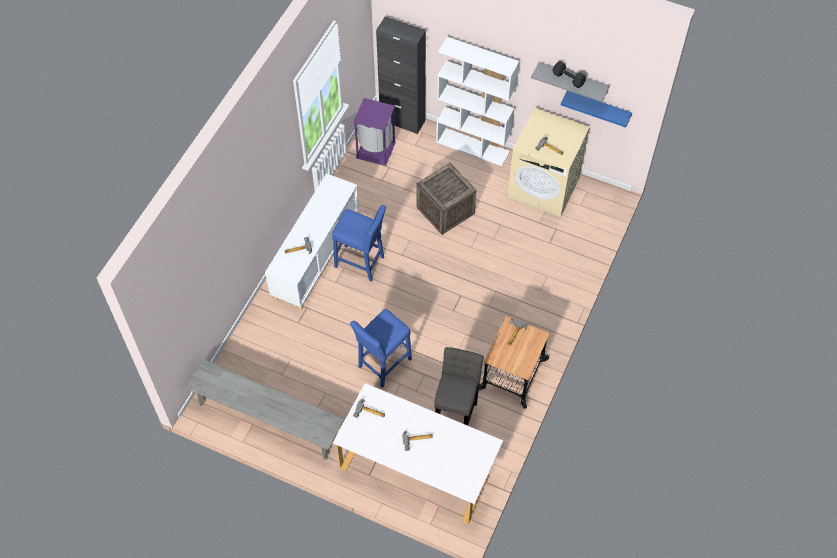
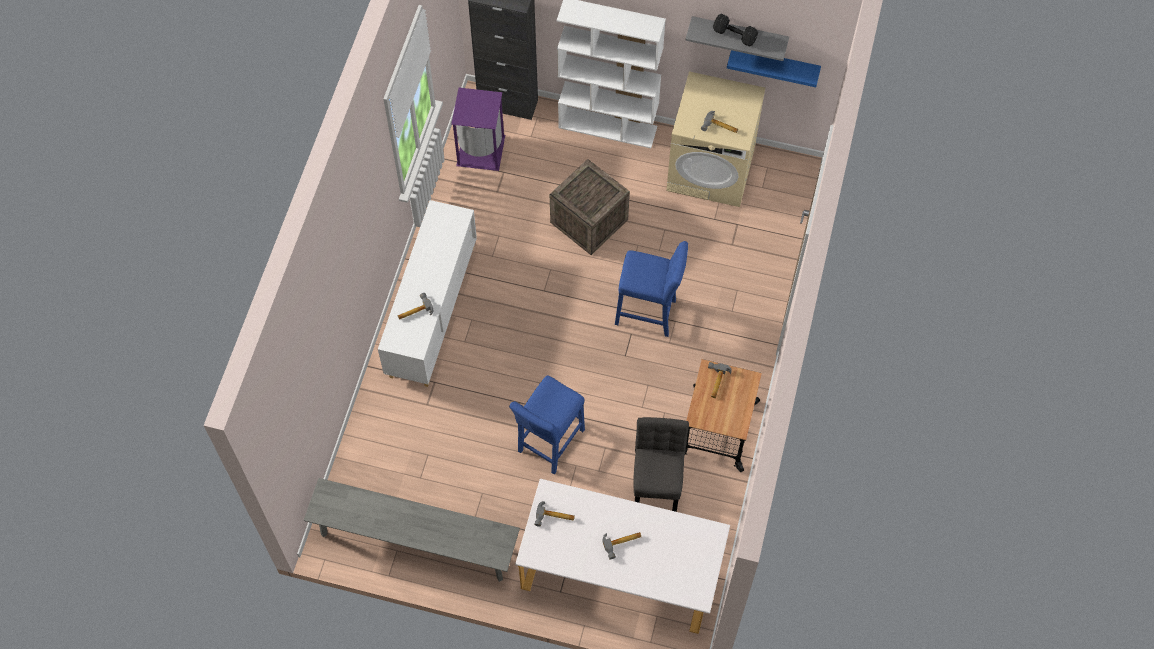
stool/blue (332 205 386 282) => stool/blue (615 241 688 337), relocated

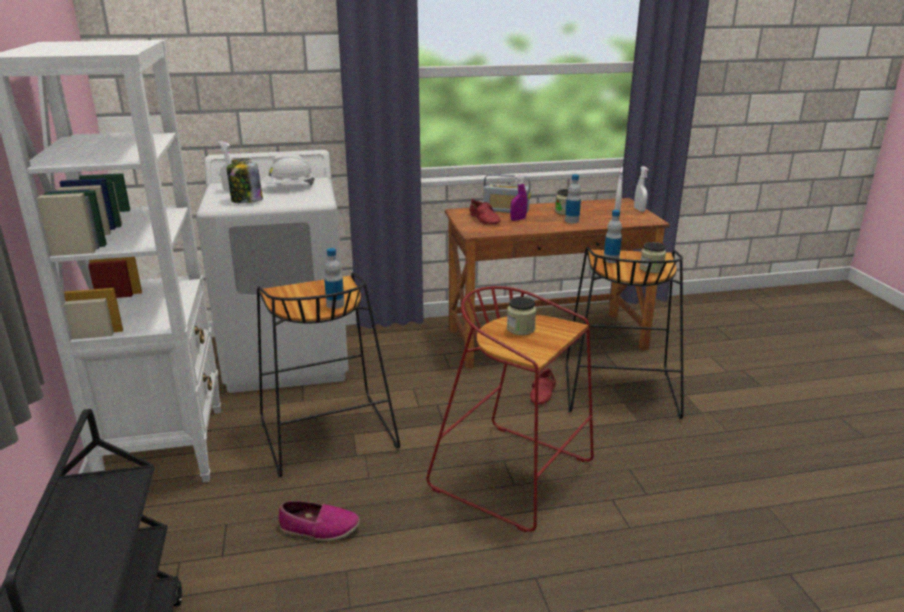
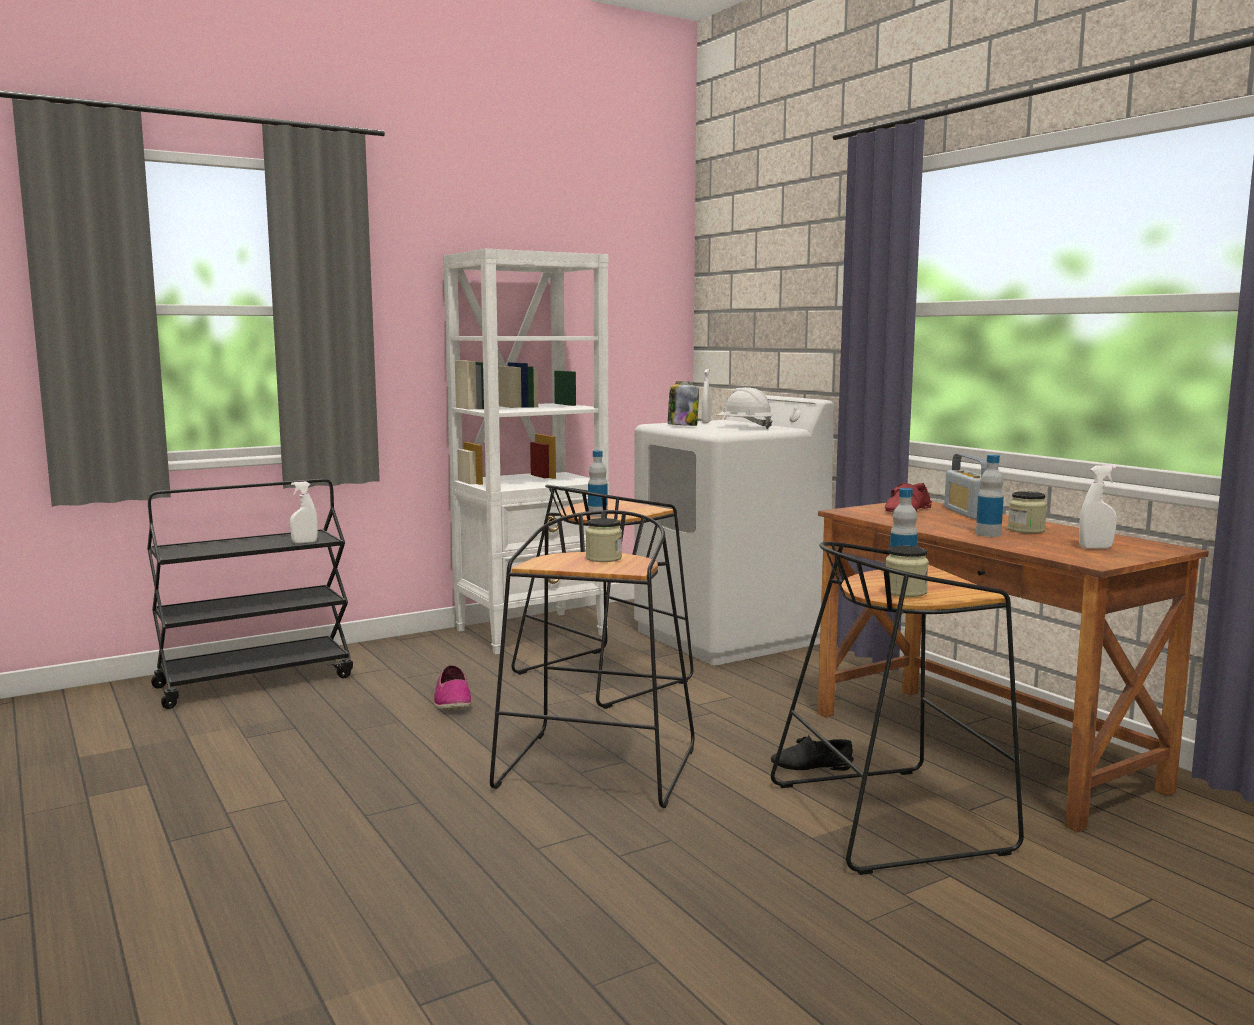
stool/red (426 286 594 533) => stool/black (490 510 694 808)
spray bottle/purple (510 175 527 221) => nothing
shoe/red (530 368 556 405) => shoe/black (771 735 854 771)
spray bottle/white (634 166 649 212) => spray bottle/white (290 481 318 543), relocated

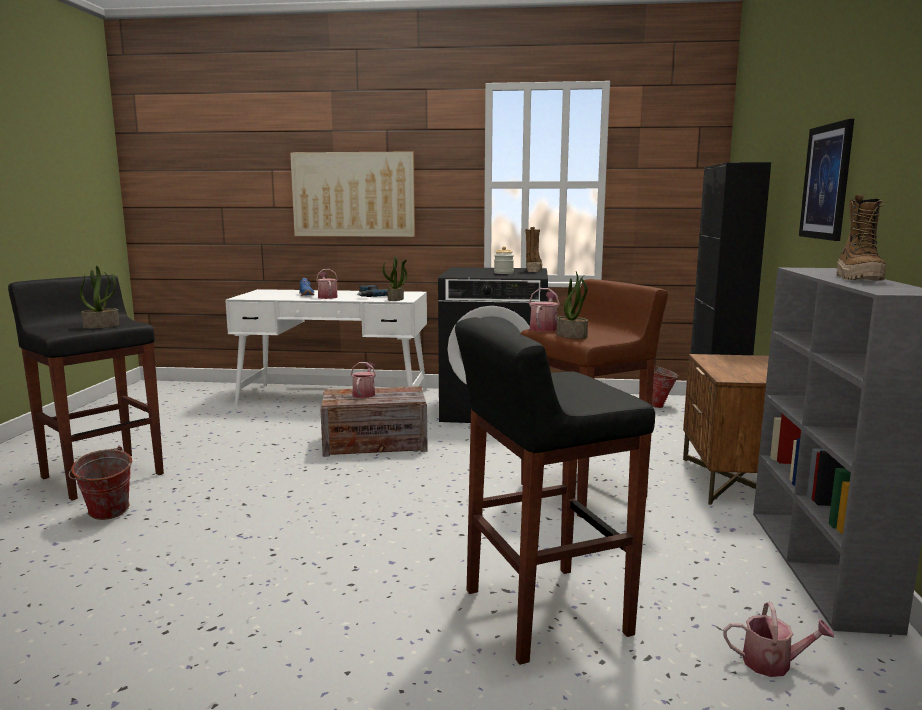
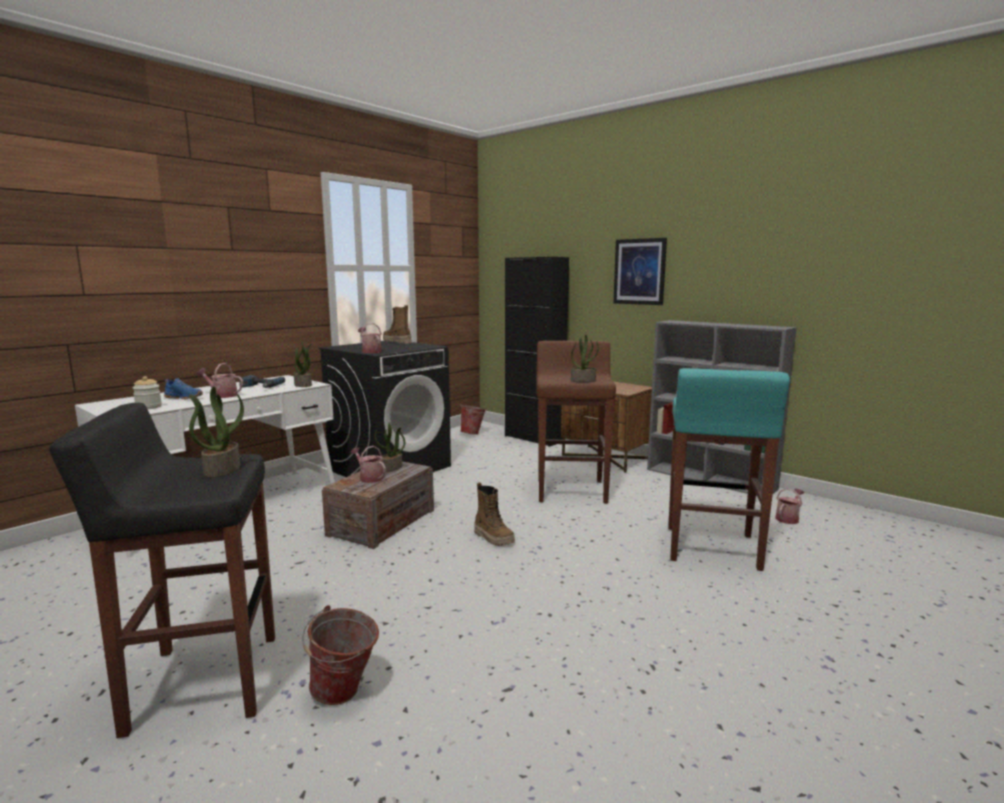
picture (290 151 415 237) => nothing
stool/black (455 317 655 665) => stool/turquoise (668 368 790 571)
jar (494 246 514 274) => jar (133 376 162 409), relocated
watering can (529 288 560 332) => watering can (358 323 382 353), relocated
boot (836 195 886 281) => boot (474 482 515 546), relocated
nothing => potted plant (375 422 405 472)

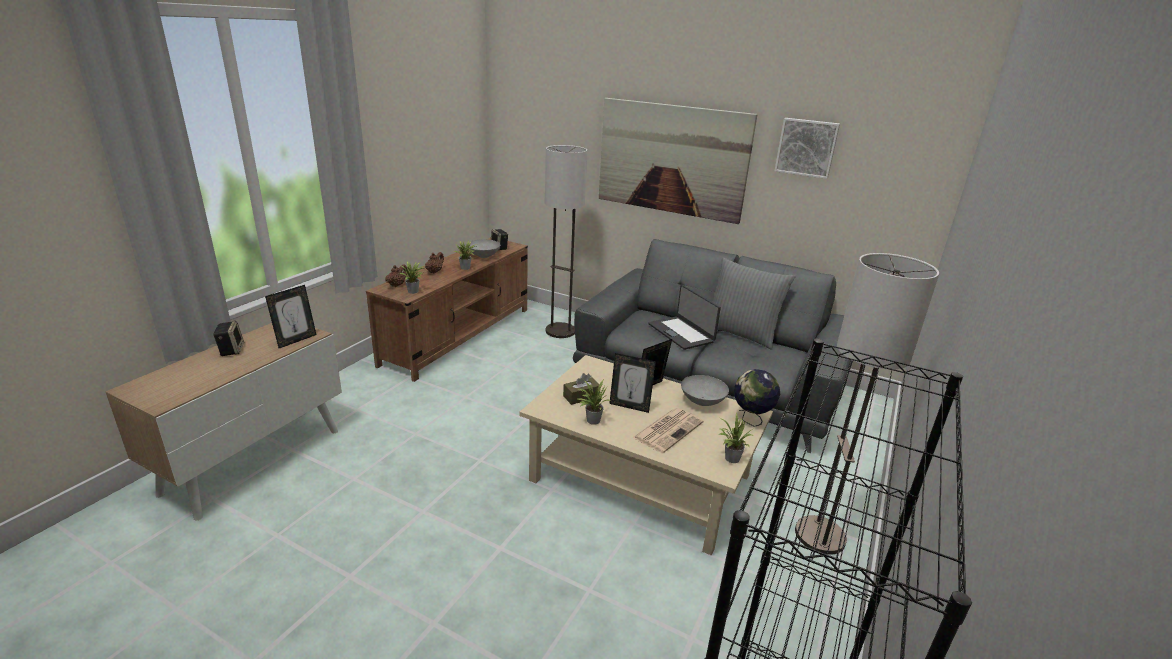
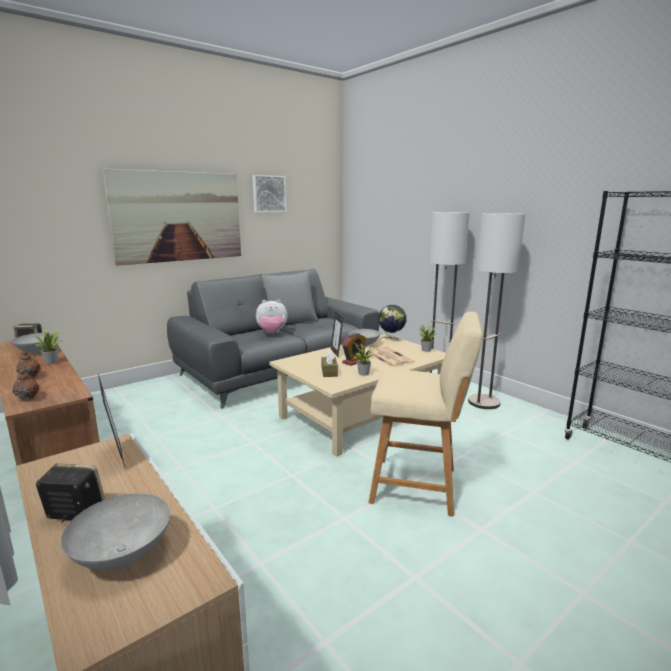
potted plant (399 261 426 294) => nothing
floor lamp (545 145 587 338) => floor lamp (468 213 525 409), relocated
picture frame (609 353 656 413) => alarm clock (342 333 366 366)
laptop (648 285 721 350) => plush toy (256 300 288 333)
nothing => bowl/grey (61 493 170 570)
nothing => stool/beige (368 312 483 516)

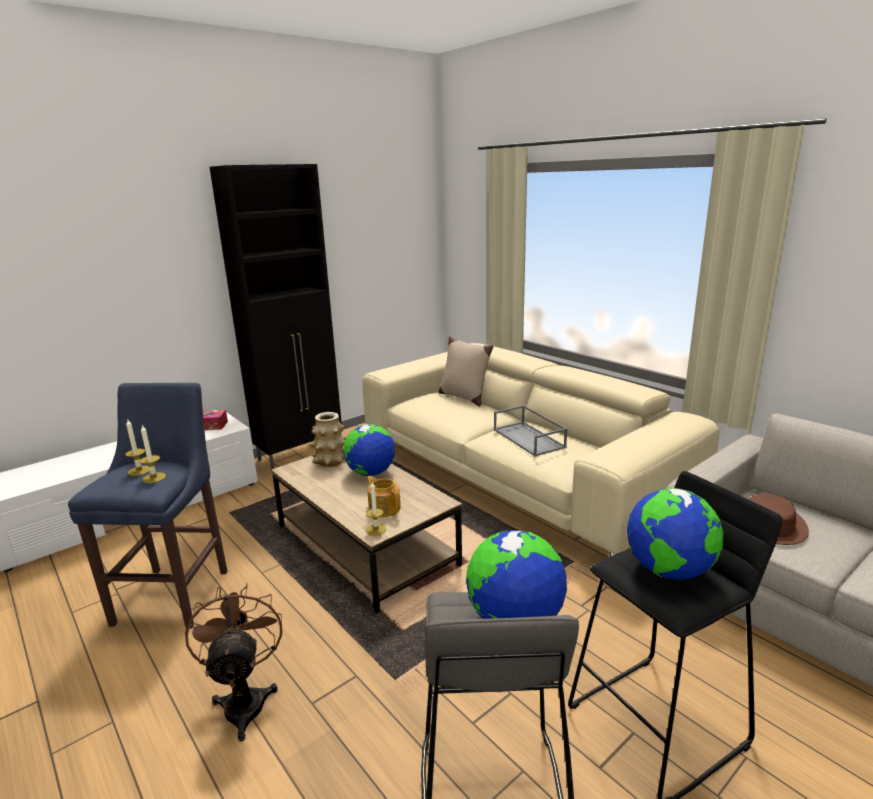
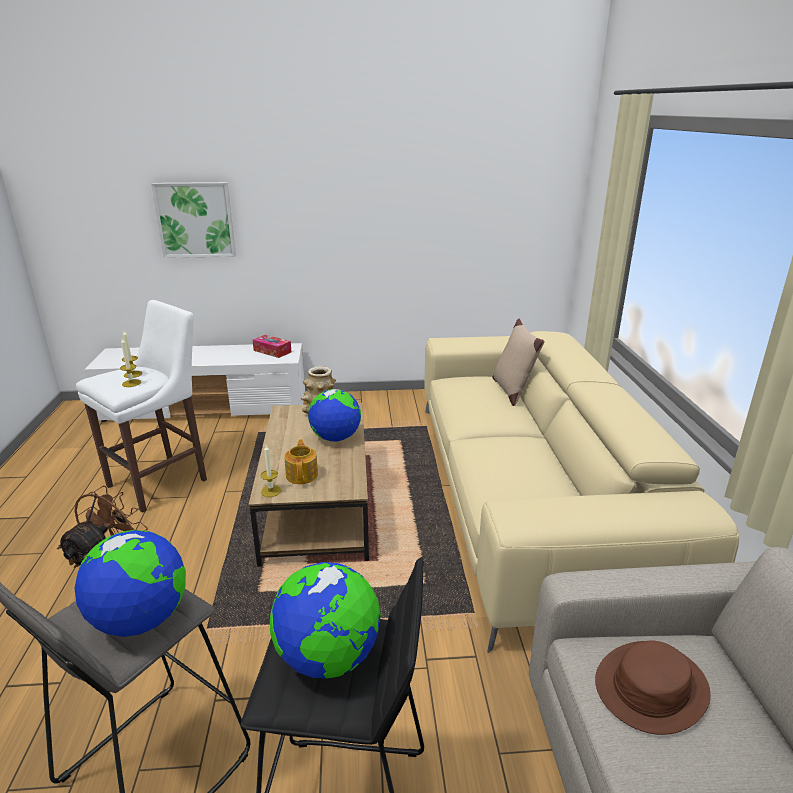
stool/blue (68 383 228 629) => stool/white (76 300 207 513)
cabinet/black (210 164 342 470) => nothing
tray/grey (494 405 568 457) => nothing
nothing => picture (151 182 236 258)

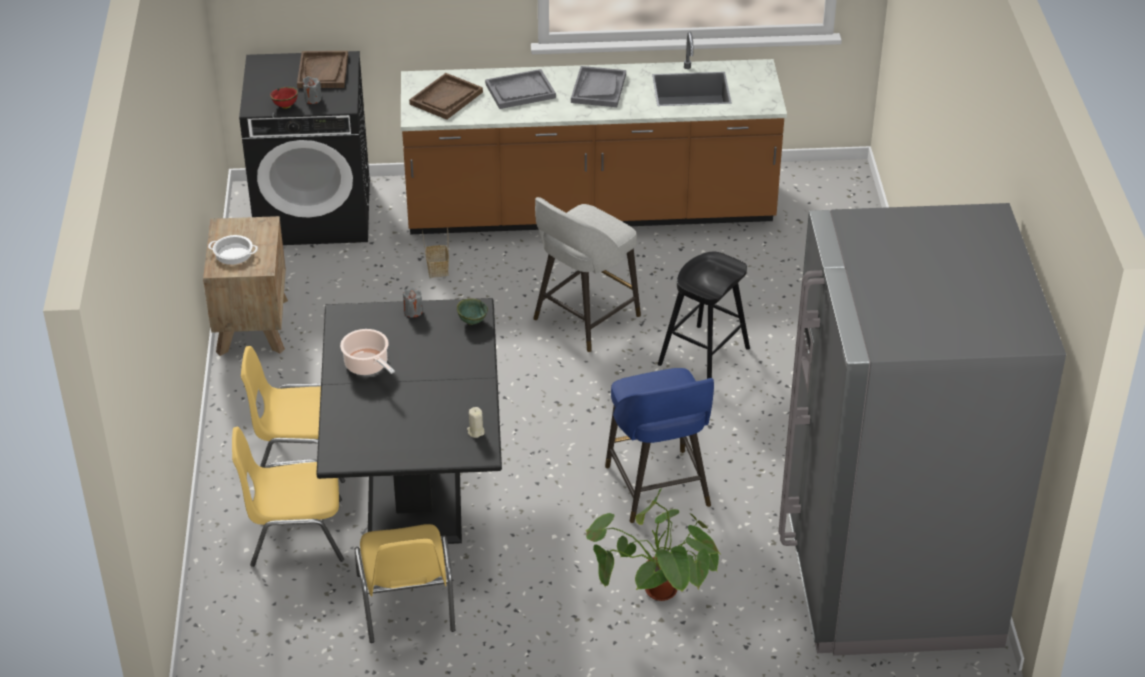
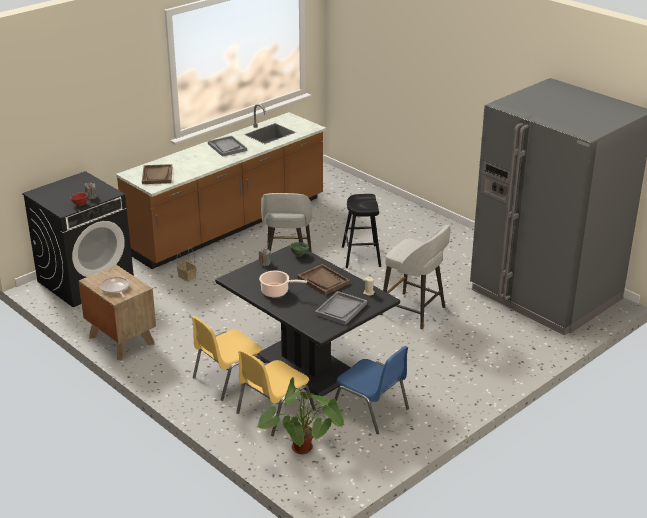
cooking pot (208 235 258 265) => frying pan (100 277 129 298)
tray/brown (297 51 348 88) => tray/brown (297 264 350 295), relocated
chair/yellow (355 524 455 643) => chair/blue (334 346 409 434)
tray/grey (485 69 556 109) => tray/grey (315 291 367 325), relocated
potted plant (586 488 720 601) => potted plant (257 377 344 454), relocated
stool/blue (605 368 714 523) => stool/grey (380 224 450 329)

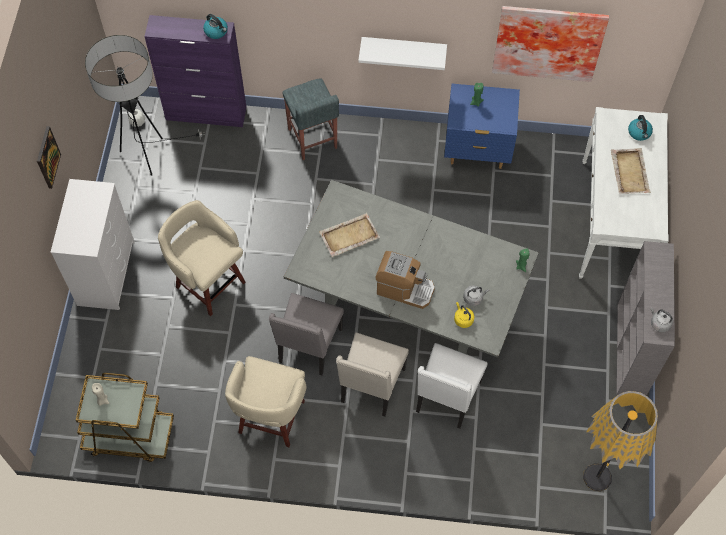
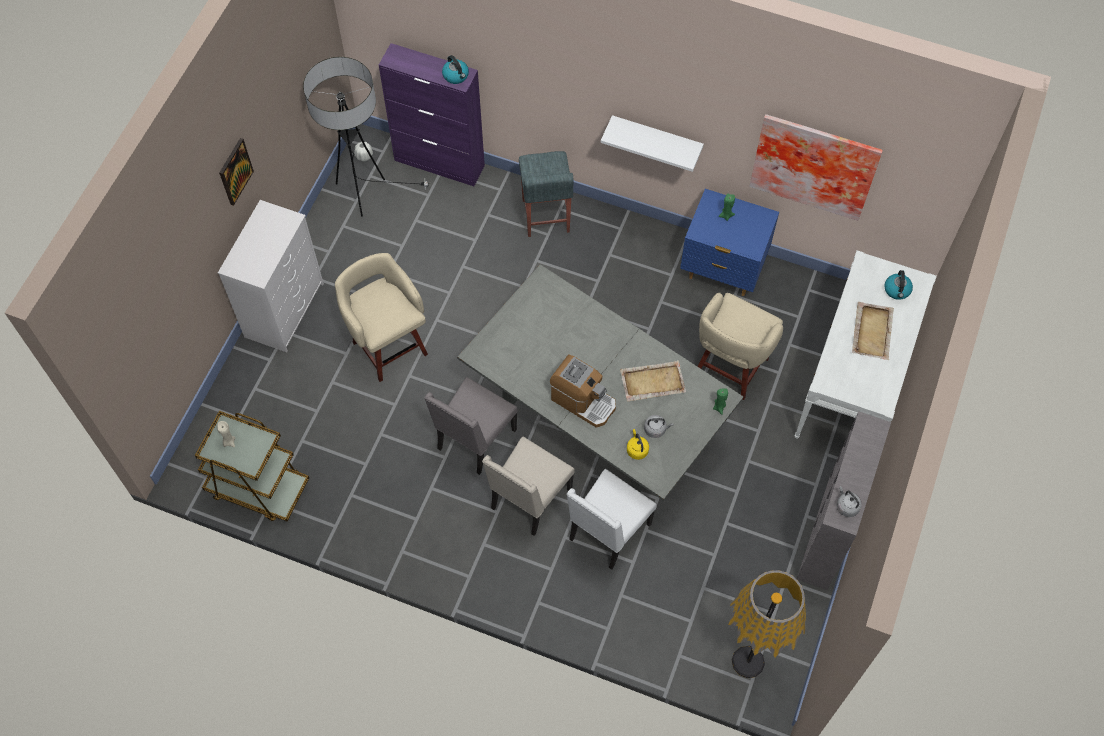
stool/beige (225 356 307 447) => stool/beige (698 292 783 400), relocated
tray/beige (319 213 380 257) => tray/beige (620 360 686 401), relocated

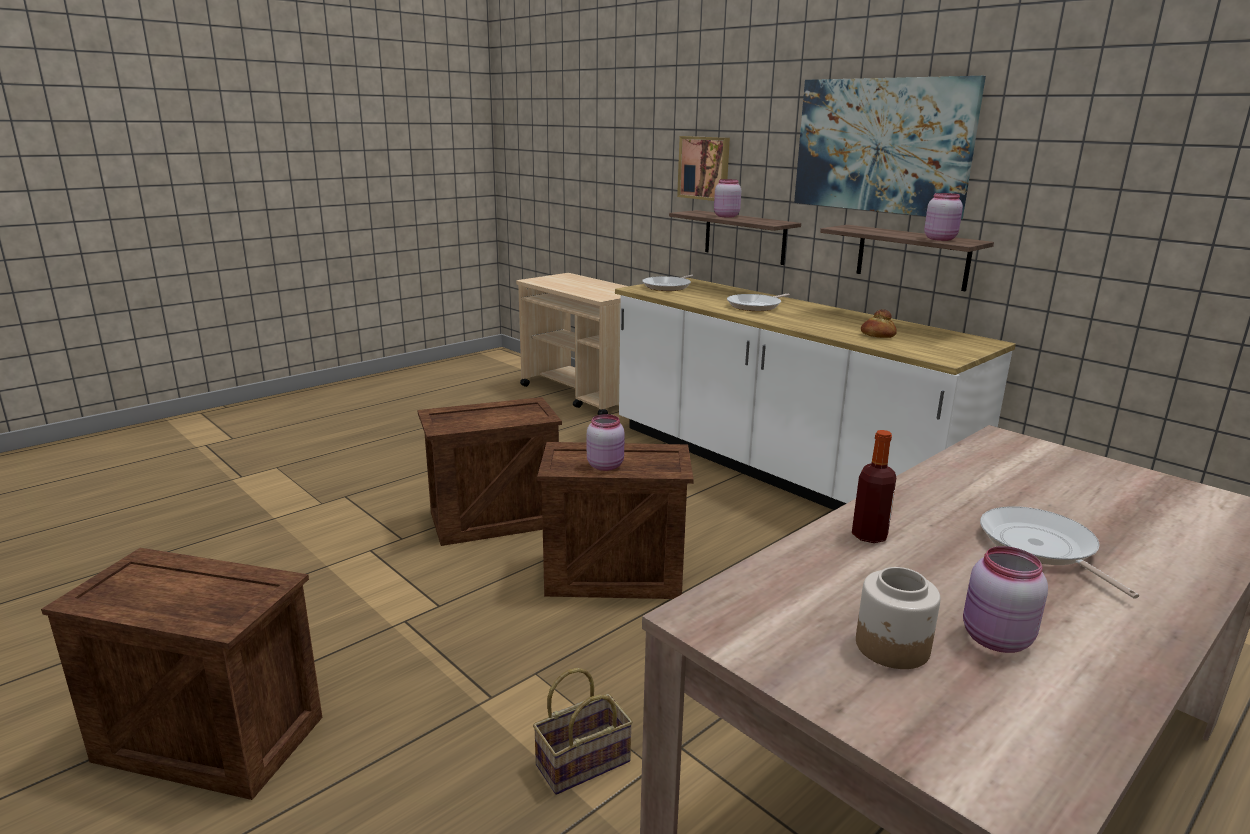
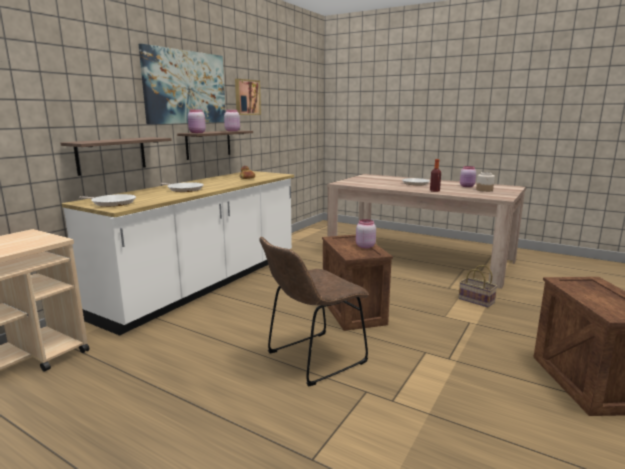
crate (417 397 562 546) => chair/brown (259 237 369 386)
picture (677 136 730 201) => picture (235 79 261 115), relocated
jar/pink (714 179 741 218) => jar/pink (188 110 206 133), relocated

